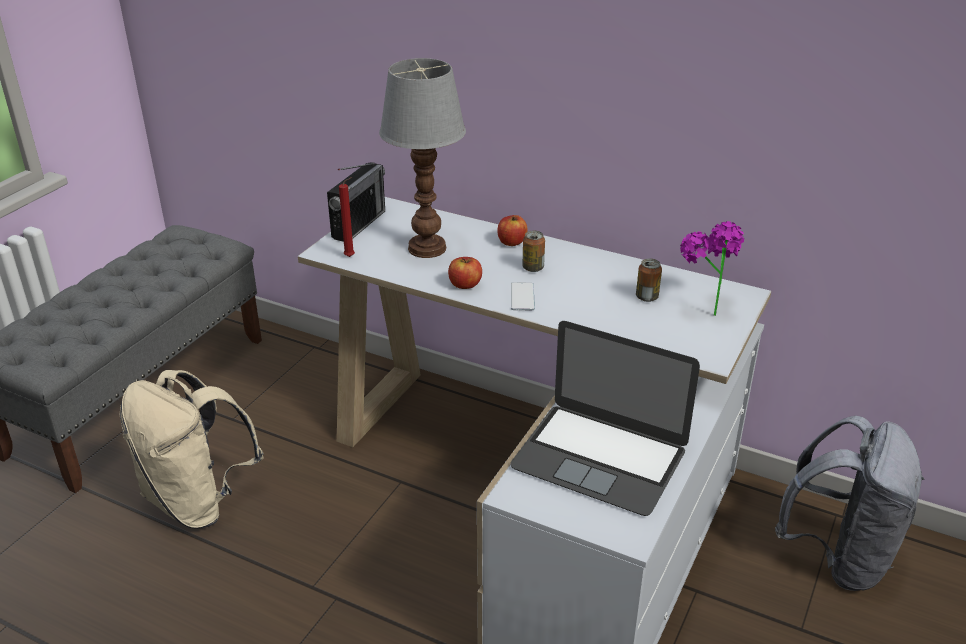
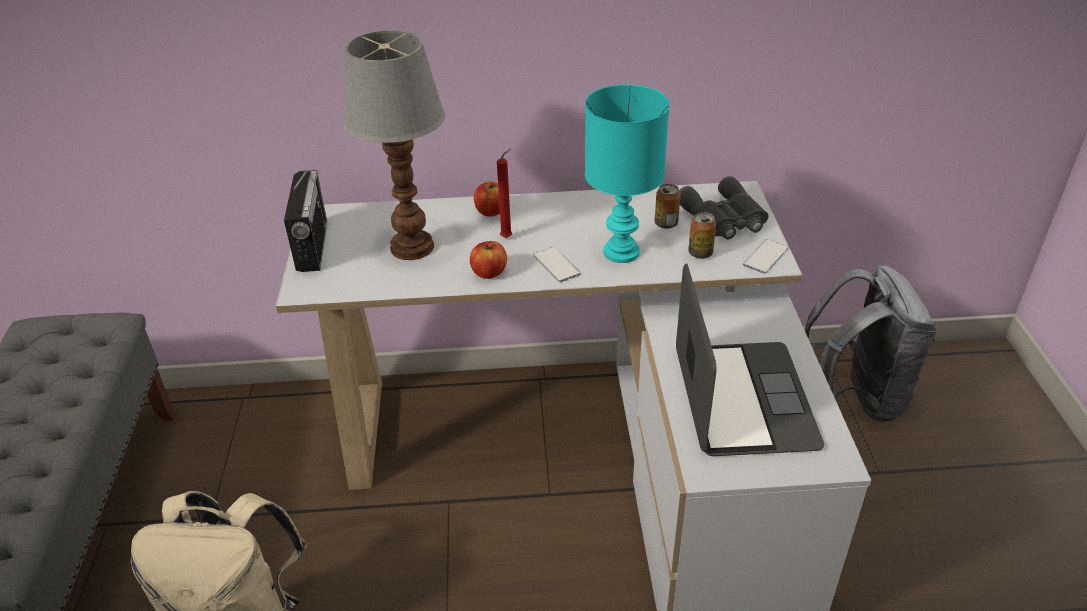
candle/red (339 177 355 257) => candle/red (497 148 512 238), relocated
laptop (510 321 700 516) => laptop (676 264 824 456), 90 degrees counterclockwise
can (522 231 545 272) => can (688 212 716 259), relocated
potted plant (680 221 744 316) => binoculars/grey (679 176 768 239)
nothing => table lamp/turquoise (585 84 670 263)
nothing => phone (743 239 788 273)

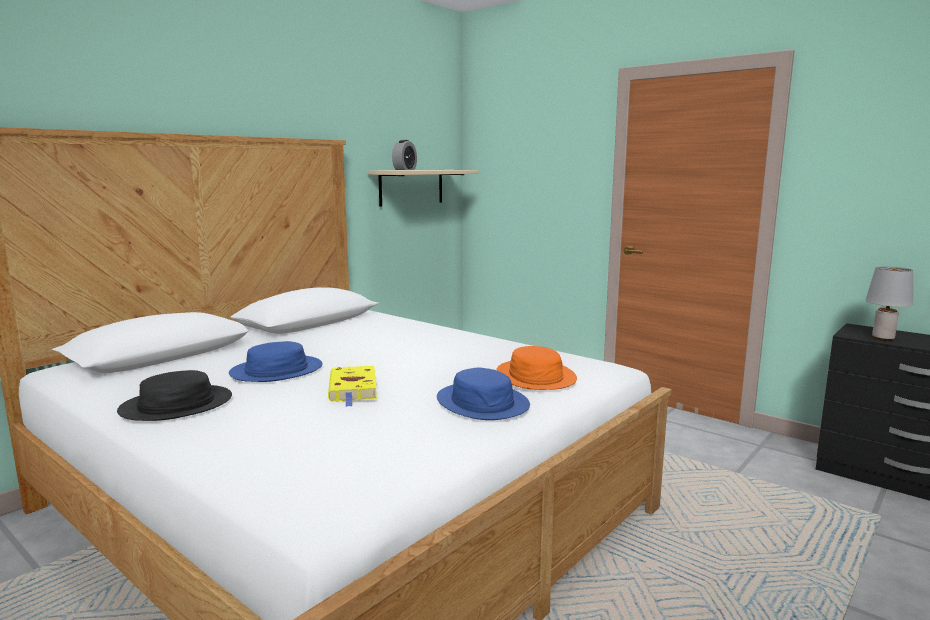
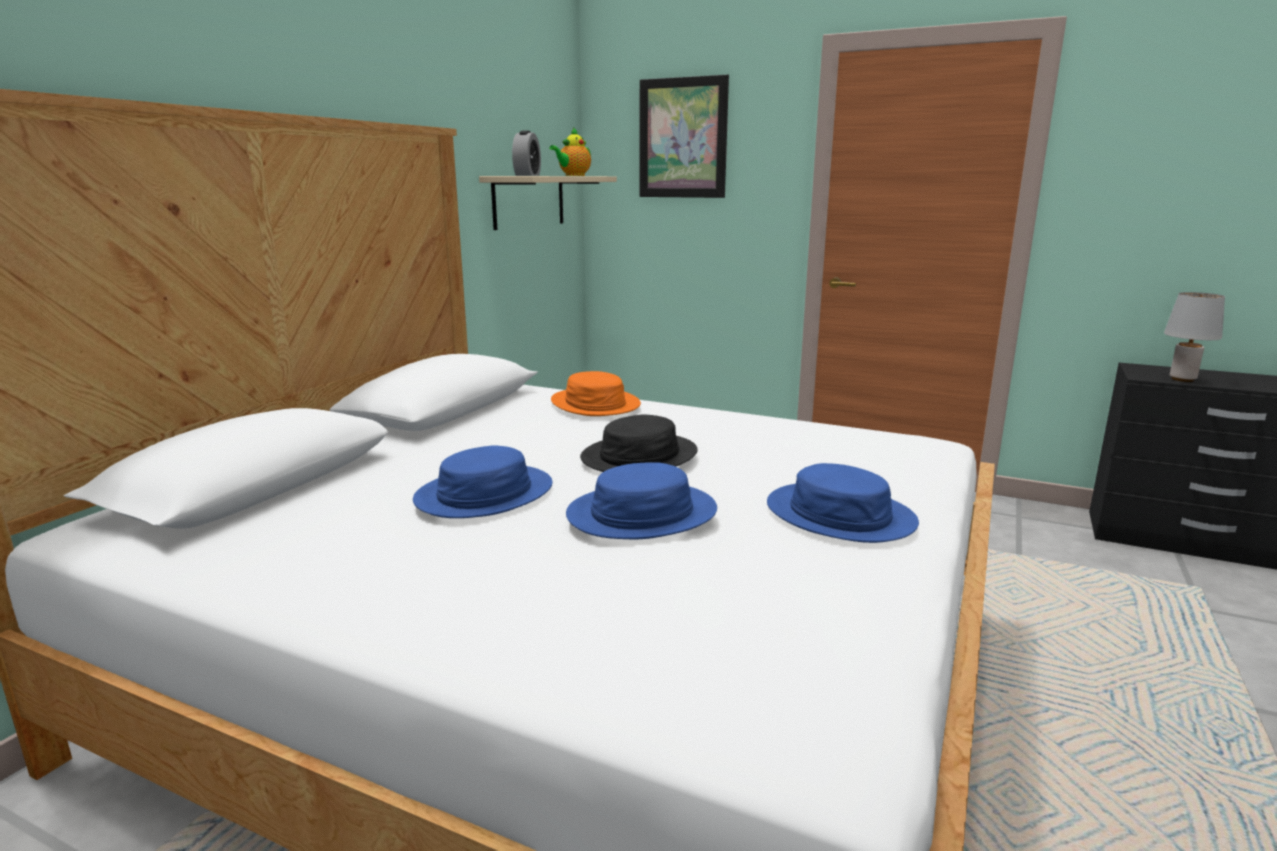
hat/black (117 370 232 421) => hat/black (580 415 698 472), relocated
book/yellow (328 366 377 407) => hat/blue (566 462 717 539)
hat/orange (497 346 577 390) => hat/orange (551 371 641 416), relocated
nothing => teapot (549 127 591 176)
nothing => picture (640 75 729 198)

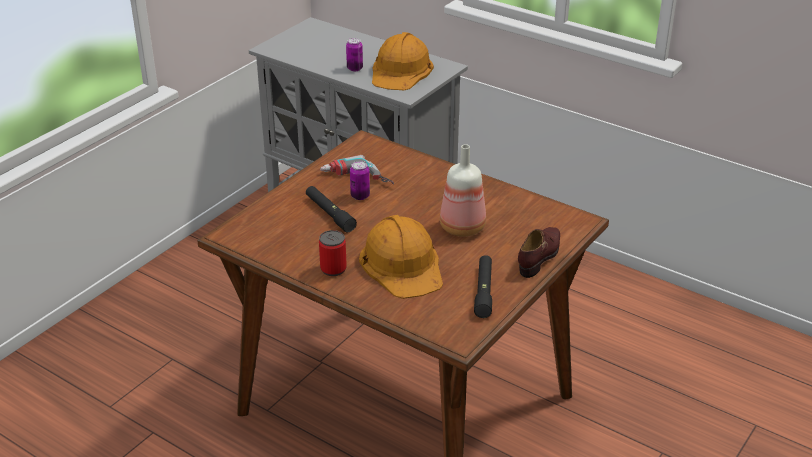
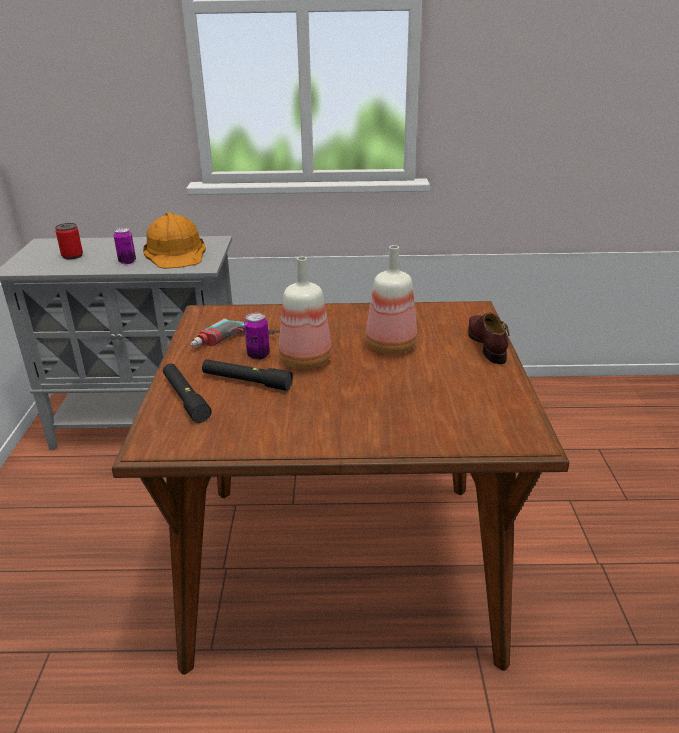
can (319 230 347 276) => can (55 223 83 259), relocated
hard hat/orange (359 215 443 299) => nothing
flashlight/black (474 255 492 318) => flashlight/black (163 364 212 423), relocated
nothing => bottle (278 257 332 369)

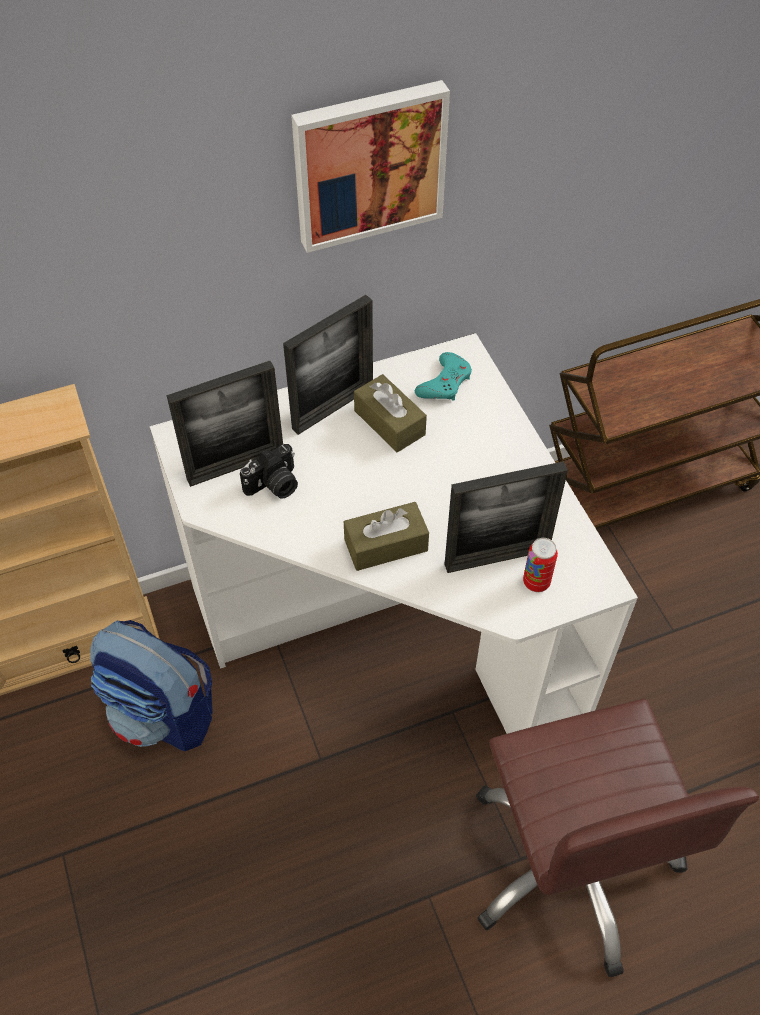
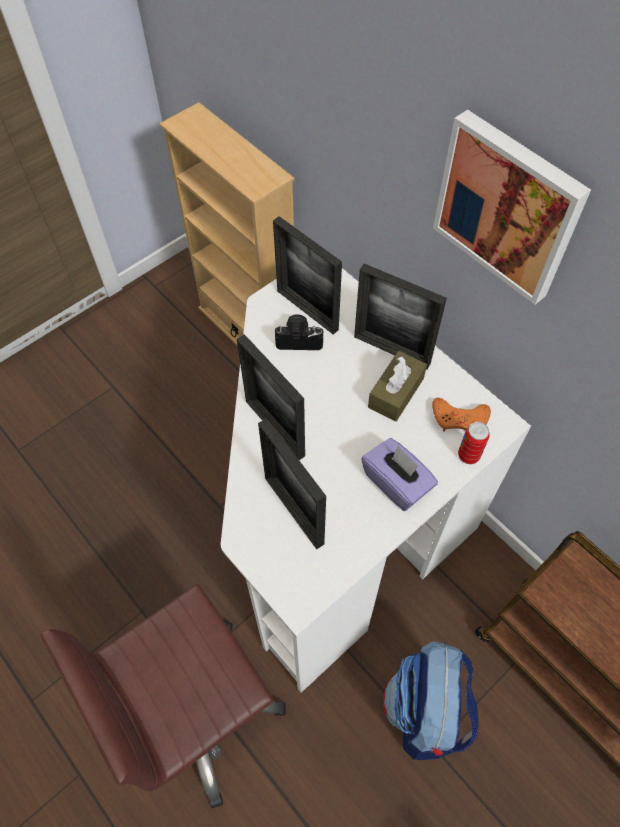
backpack (90 620 213 751) => backpack (383 641 479 760), relocated
photo camera (240 444 298 499) => photo camera (275 314 324 350), 150 degrees clockwise
tissue box/brown (344 502 429 571) => picture frame (237 334 305 460)
game controller/turquoise (415 352 472 401) => game controller/orange (432 398 491 432)
can (523 538 558 592) => can (458 422 490 464), relocated
nothing => tissue box/purple (361 438 438 511)

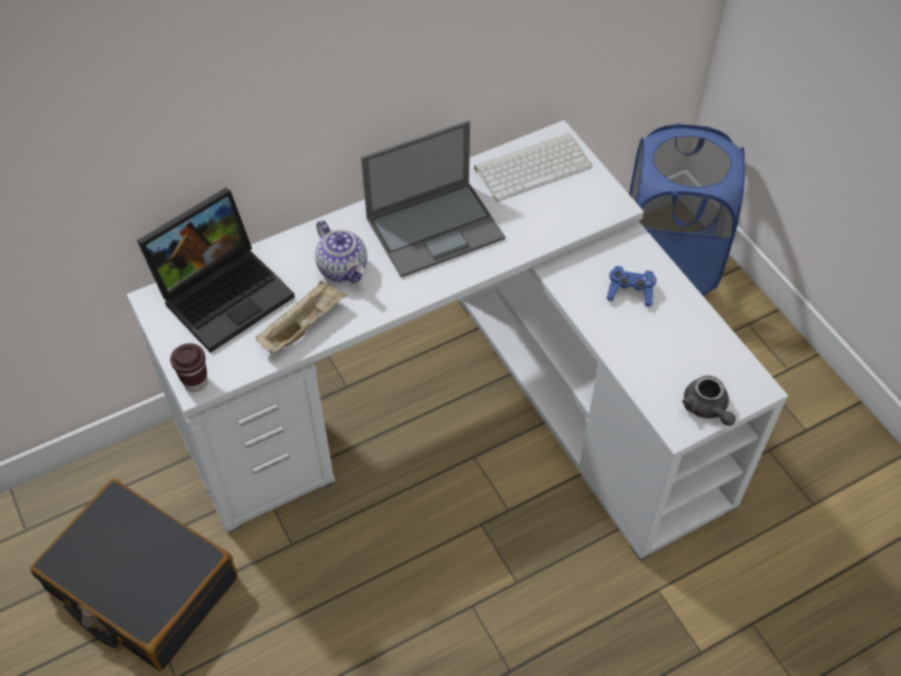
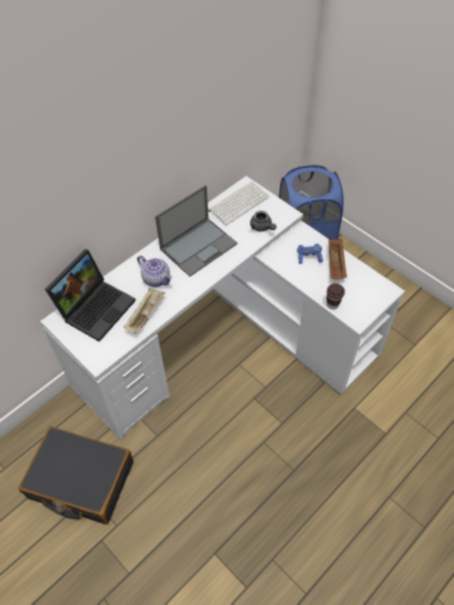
cup/brown (170 343 208 392) => cup/brown (326 284 345 309), relocated
teapot/grey (682 375 736 426) => teapot/grey (250 211 277 231), relocated
nothing => tray/brown (329 238 347 280)

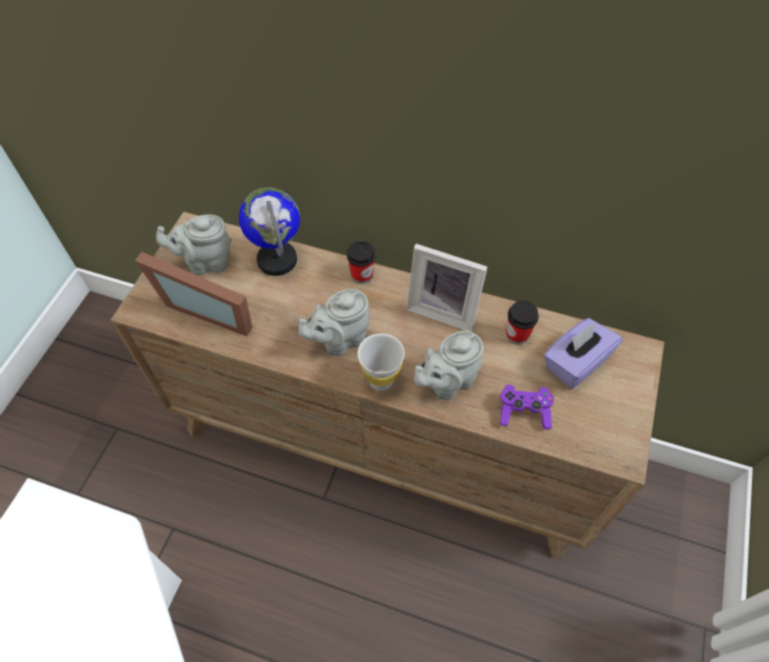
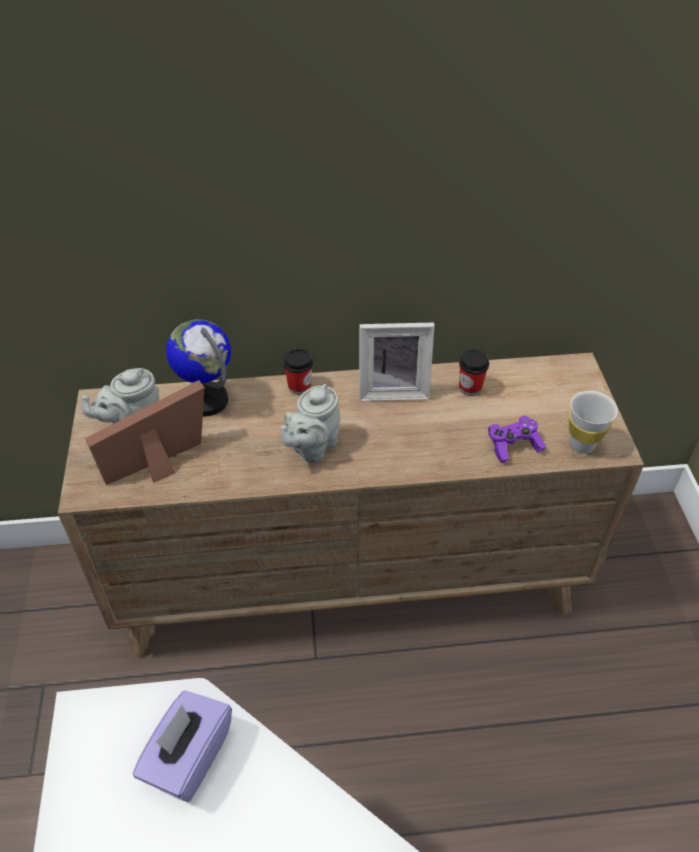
picture frame (135 252 253 336) => picture frame (85 380 205 485), 150 degrees clockwise
cup/white (358 333 404 391) => cup/white (569 391 618 454), relocated
teapot/grey (414 331 484 400) => nothing
tissue box/purple (544 318 623 389) => tissue box/purple (133 690 232 802), relocated

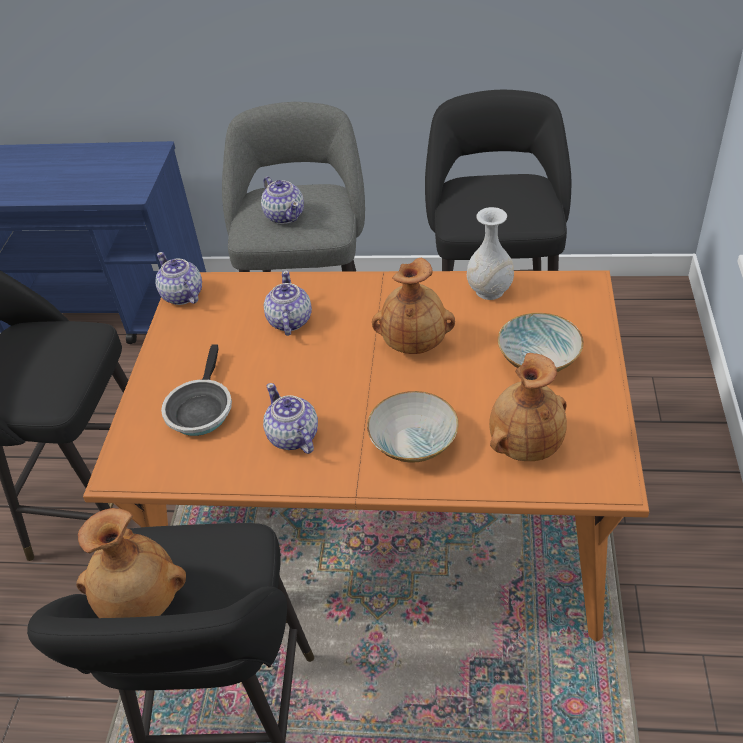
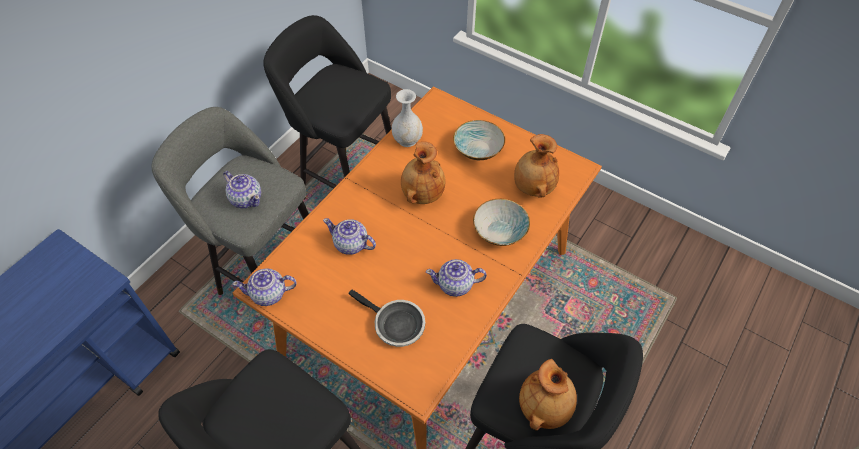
teapot (261 176 304 224) => teapot (223 171 261 208), 45 degrees clockwise

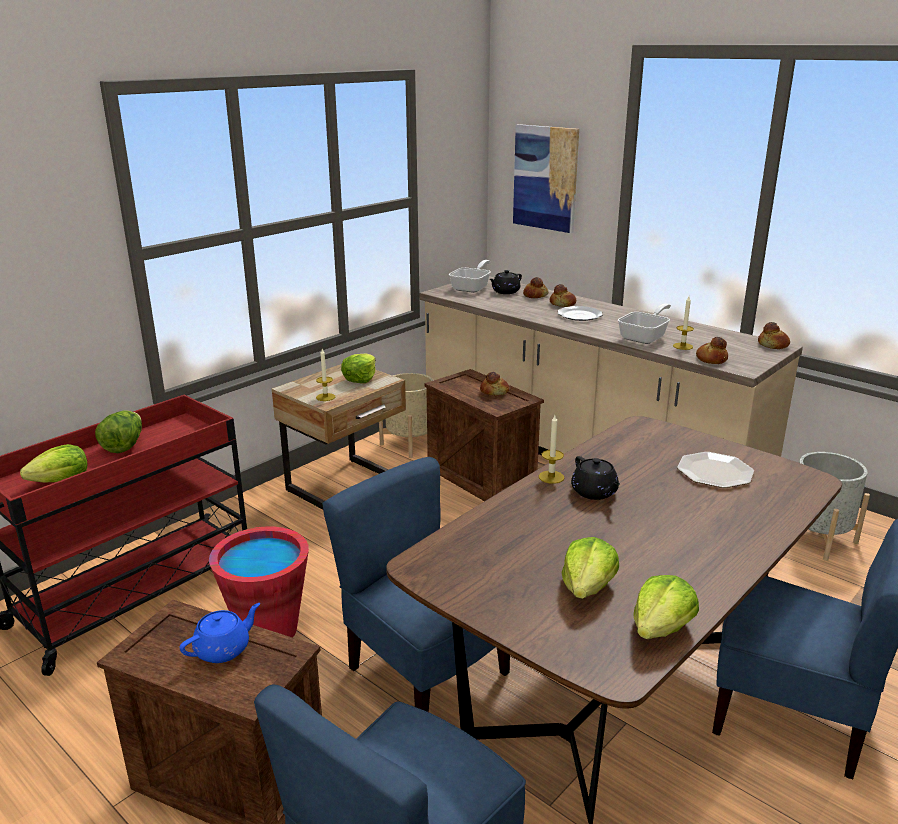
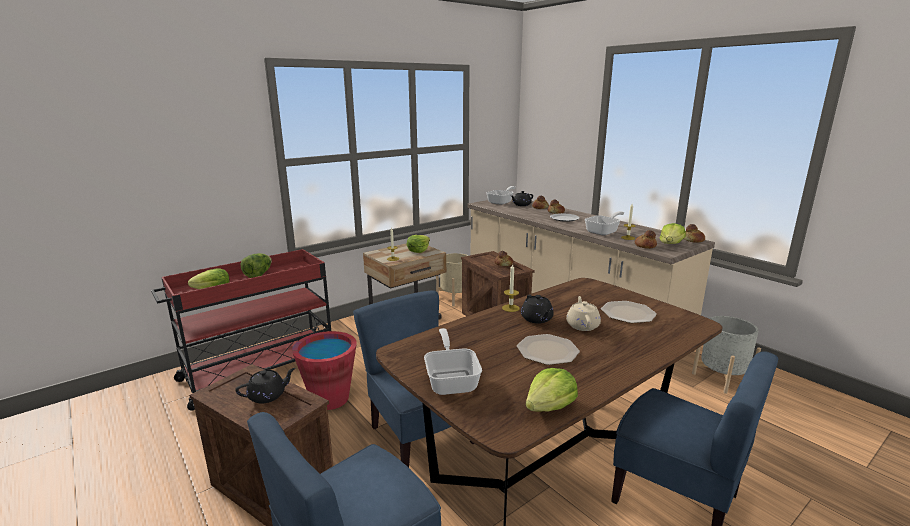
teapot/blue (180 603 260 663) => teapot/black (235 368 296 404)
picture (513 124 579 233) => nothing
lettuce (562 537 619 599) => lettuce (659 223 686 244), relocated
nothing => frying pan (424 328 482 395)
nothing => plate (517 334 580 365)
nothing => teapot/beige (566 296 601 331)

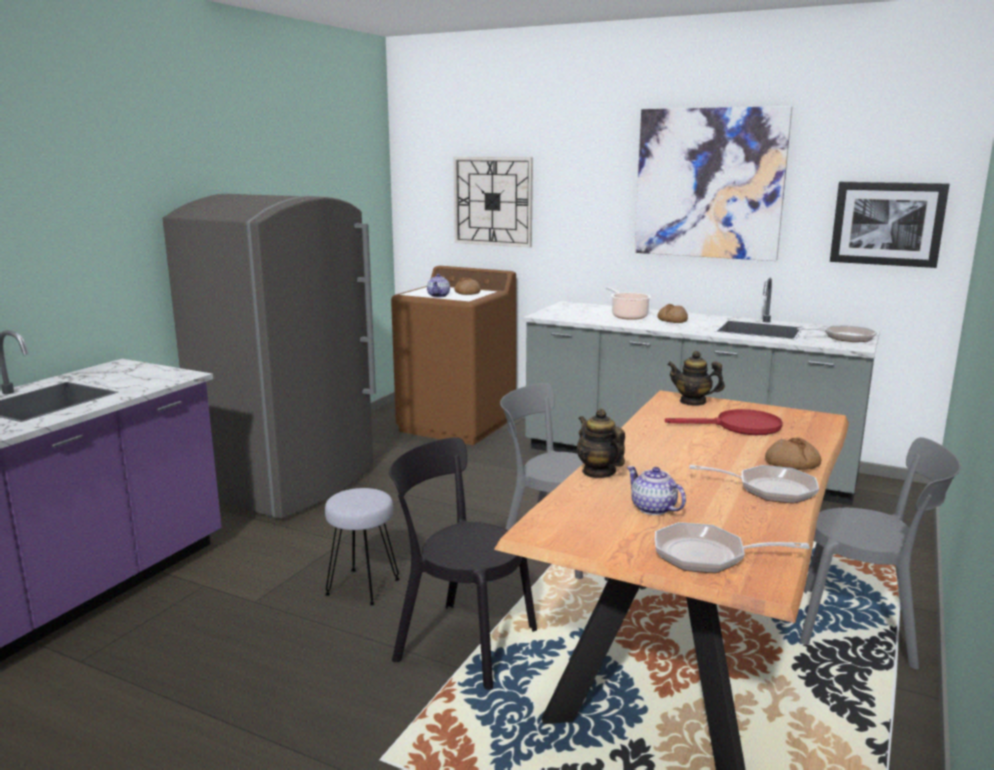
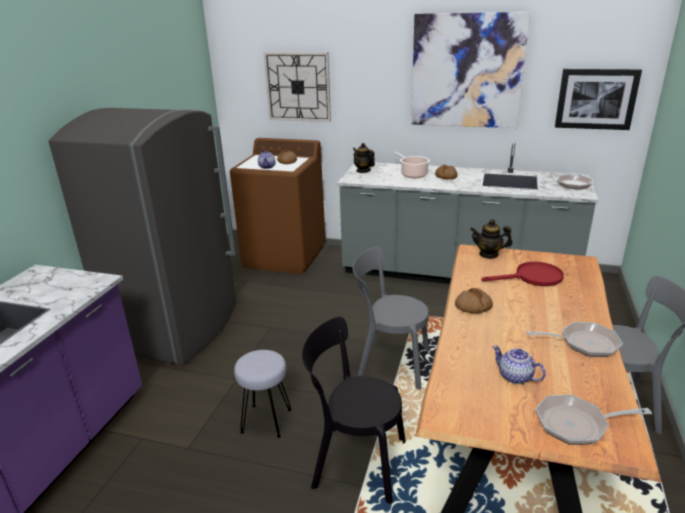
teapot (577 408 625 478) => teapot (353 143 375 173), relocated
bread (765 438 821 470) => bread (455 288 493 313), relocated

